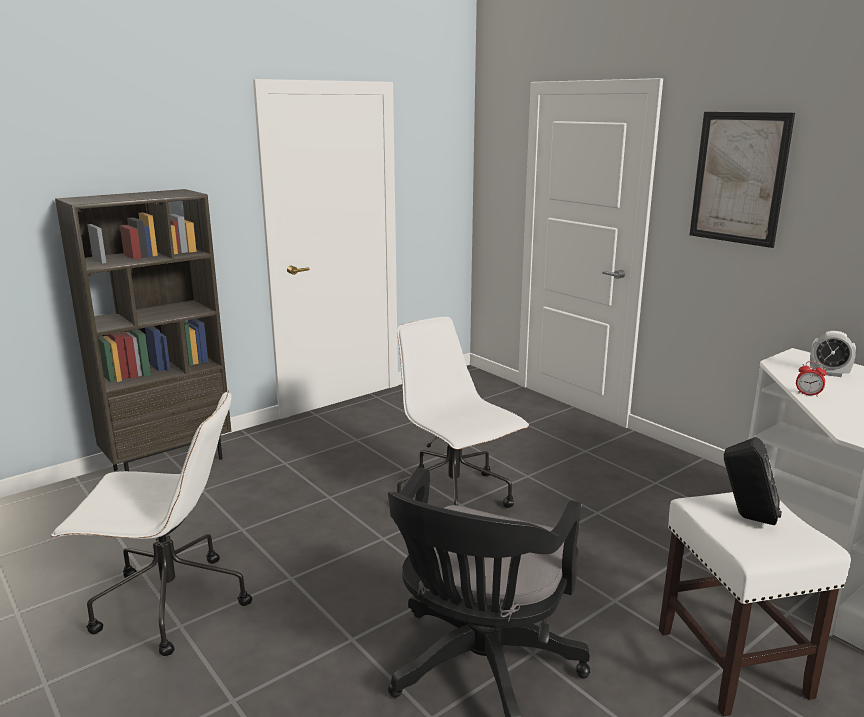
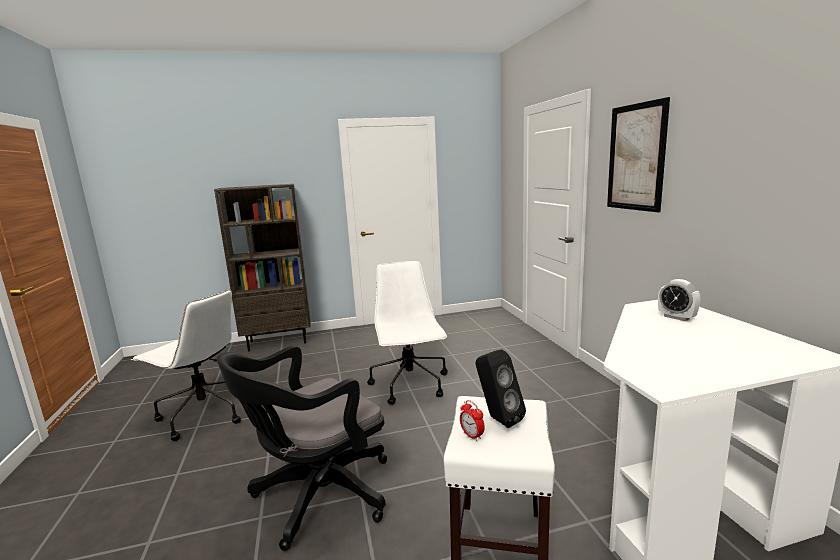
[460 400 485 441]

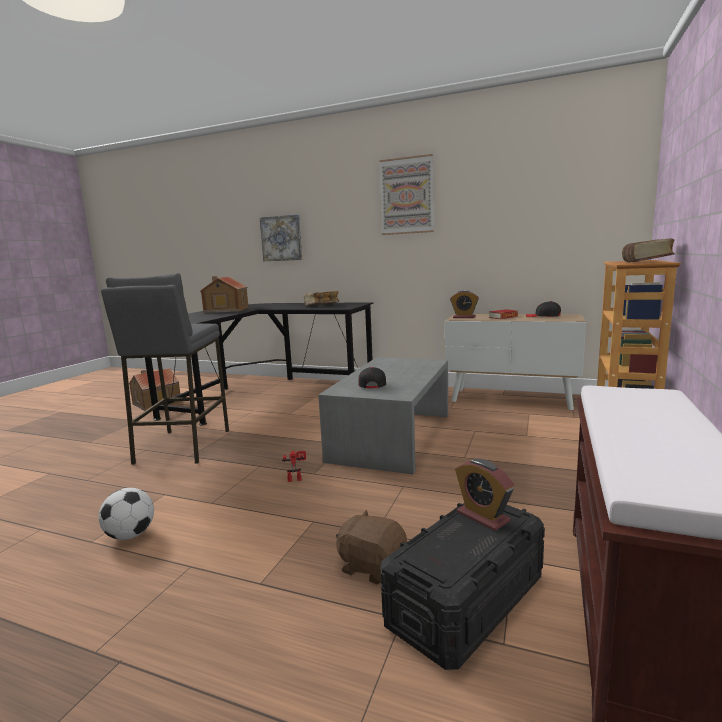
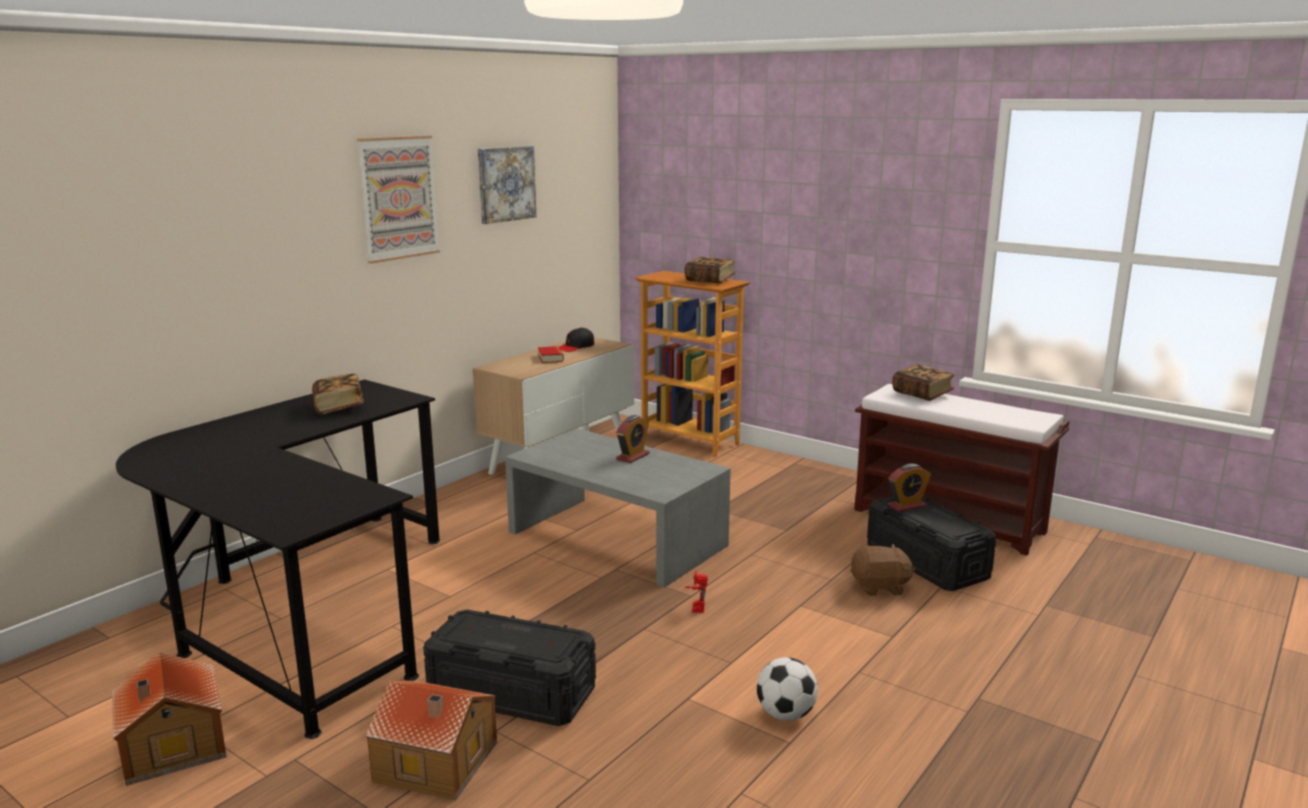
[359 367 386 388] (first image)
[892 364 954 401]
[365 681 497 801]
[478 146 536 224]
[616 415 650 463]
[423 609 596 726]
[850 544 916 596]

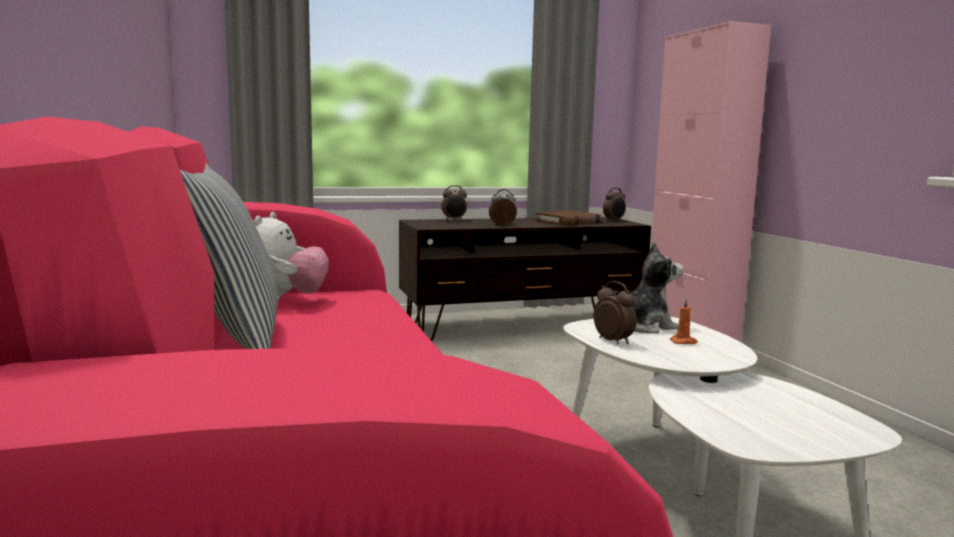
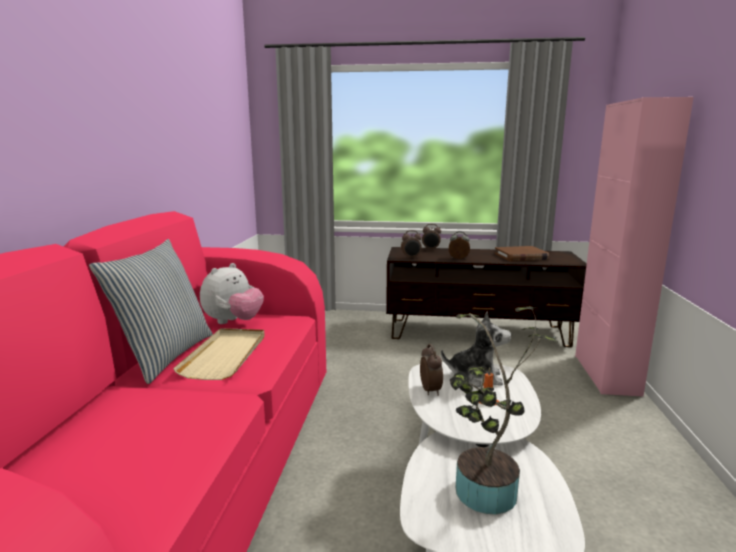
[173 328 264 380]
[450 306 558 514]
[401 230 422 258]

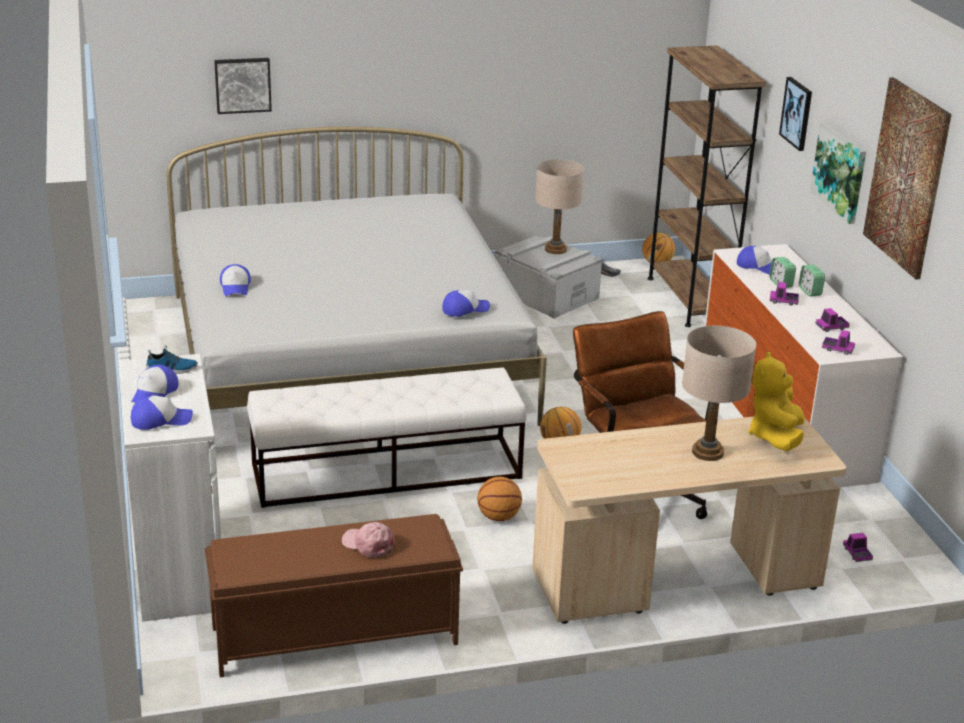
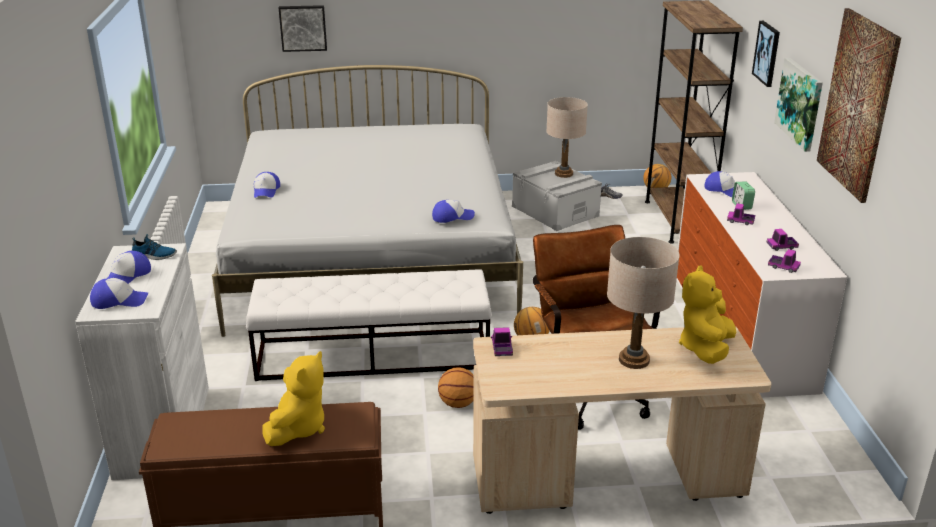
[799 265 825 296] (first image)
[491 327 513 356]
[262 351 325 446]

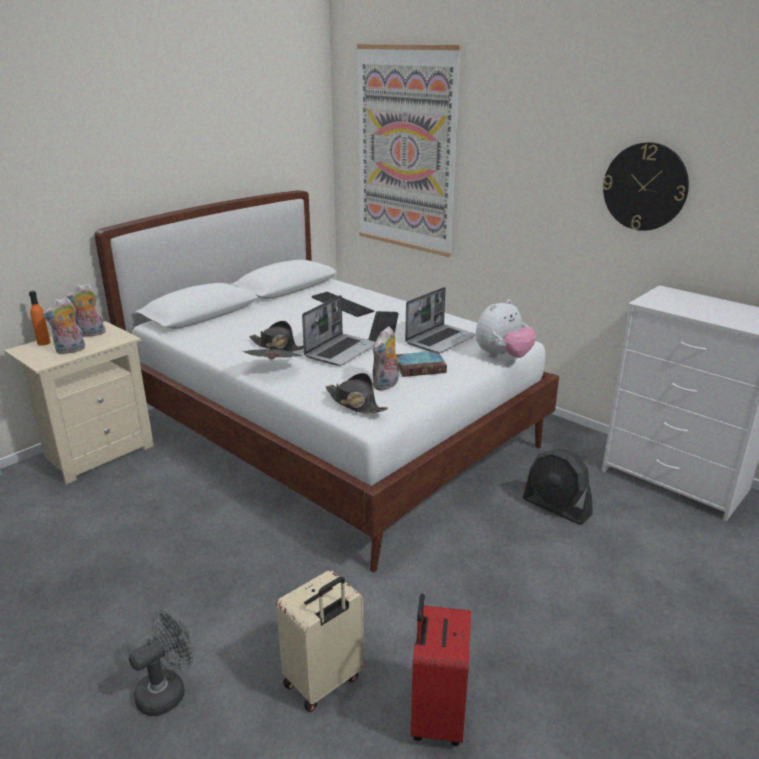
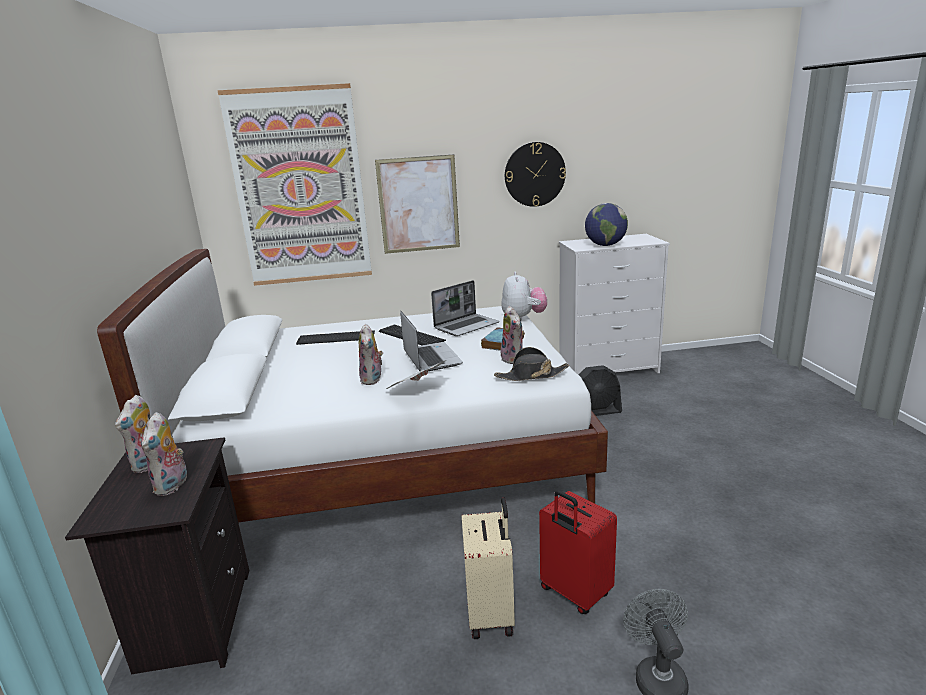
[29 291 51 346] (first image)
[375 154 460 254]
[585 203 628 246]
[462 497 515 639]
[539 490 617 614]
[359 324 383 385]
[65 437 249 675]
[431 280 499 336]

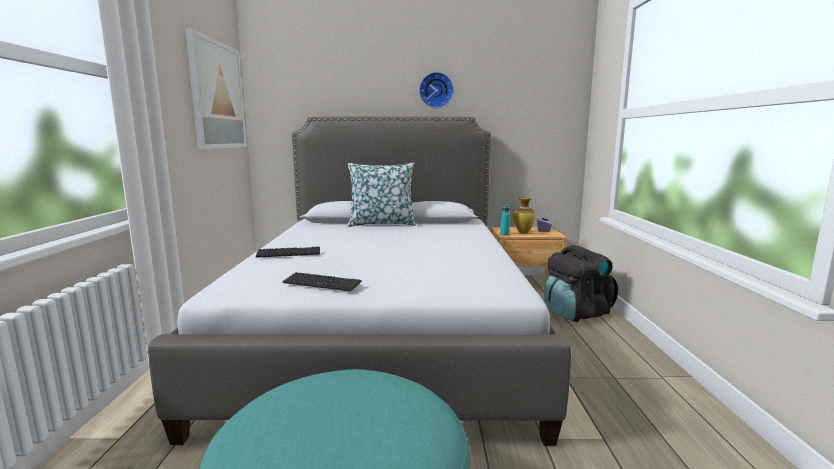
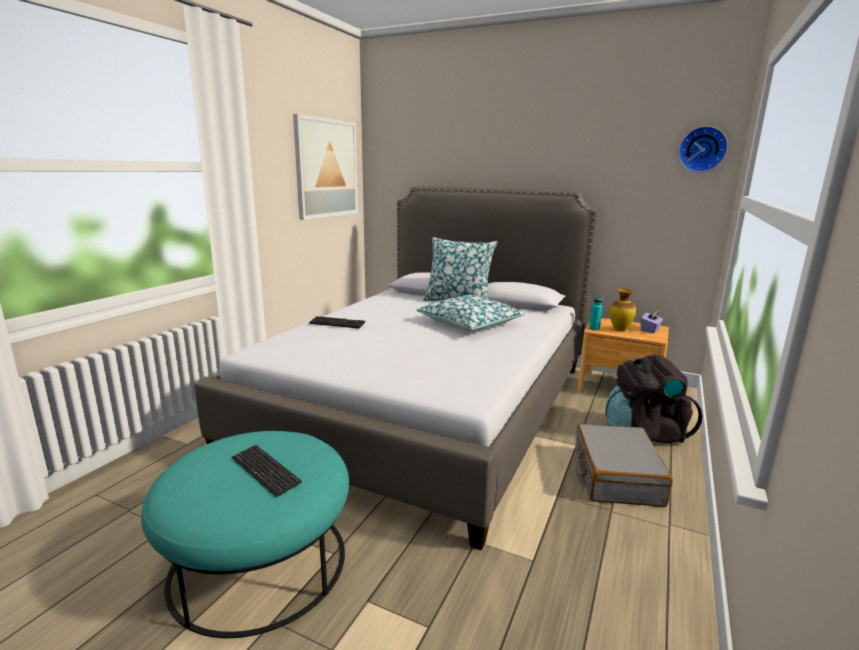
[416 295 525 331]
[575 424 673 507]
[232 445 302 497]
[678 126 728 173]

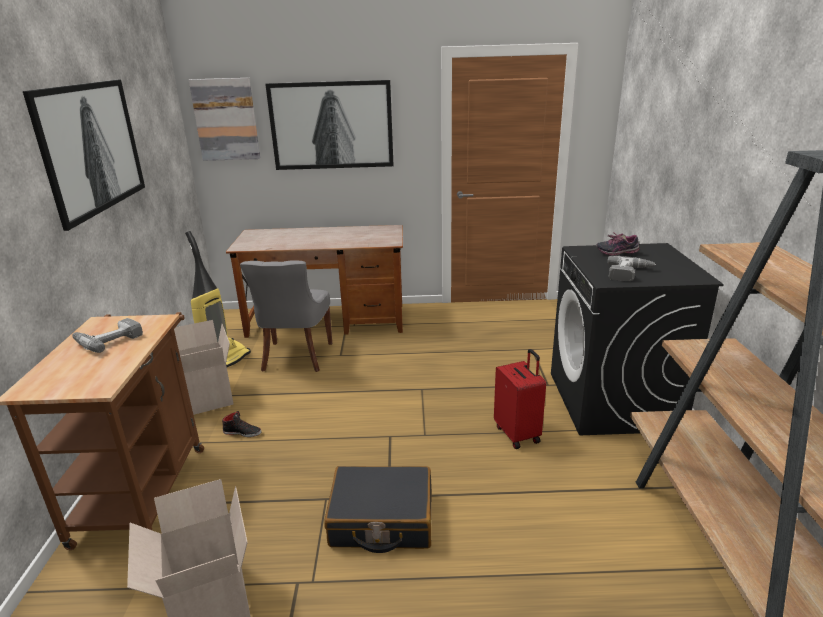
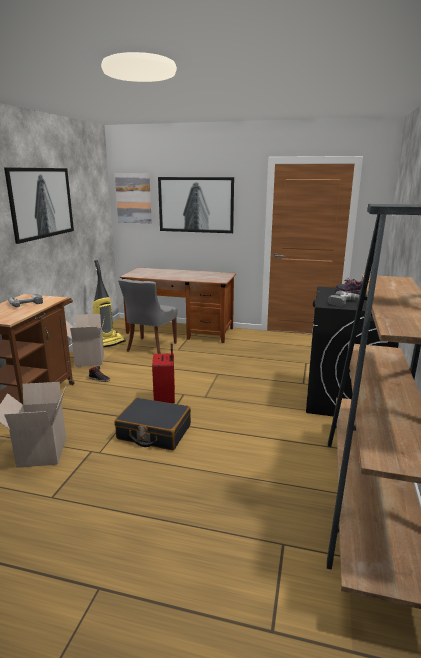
[152 344 175 404]

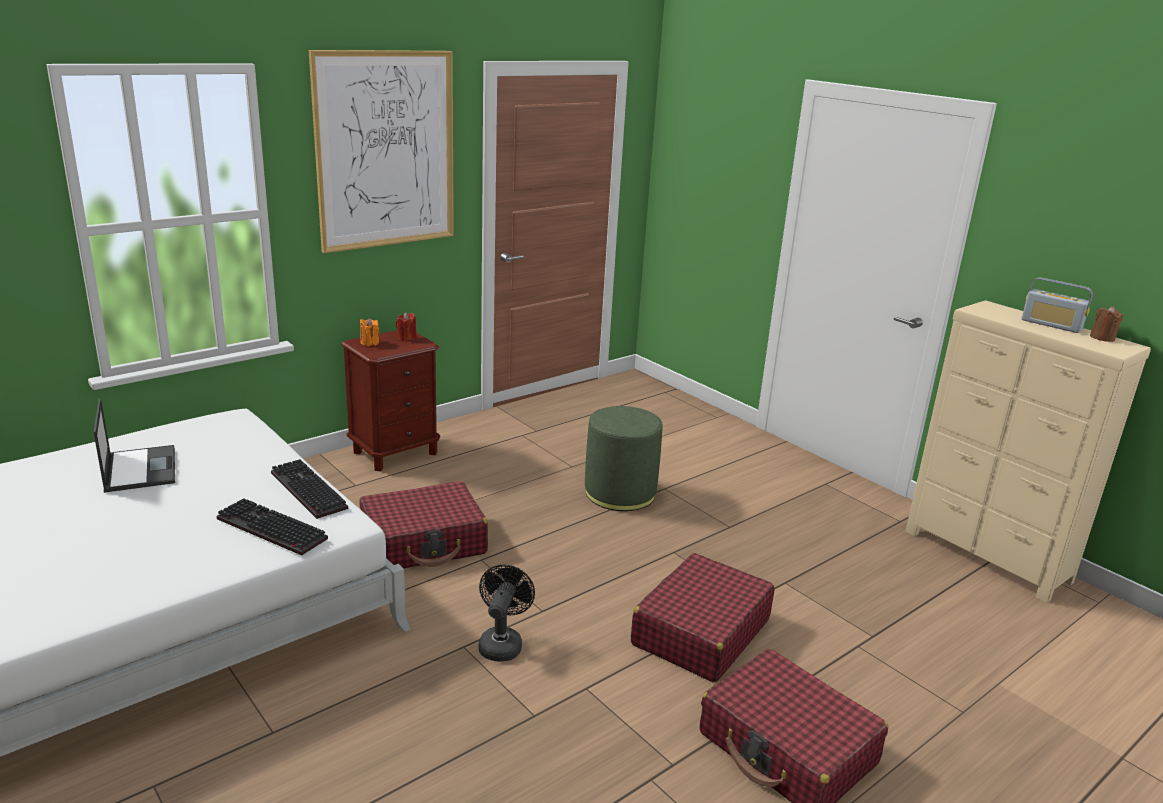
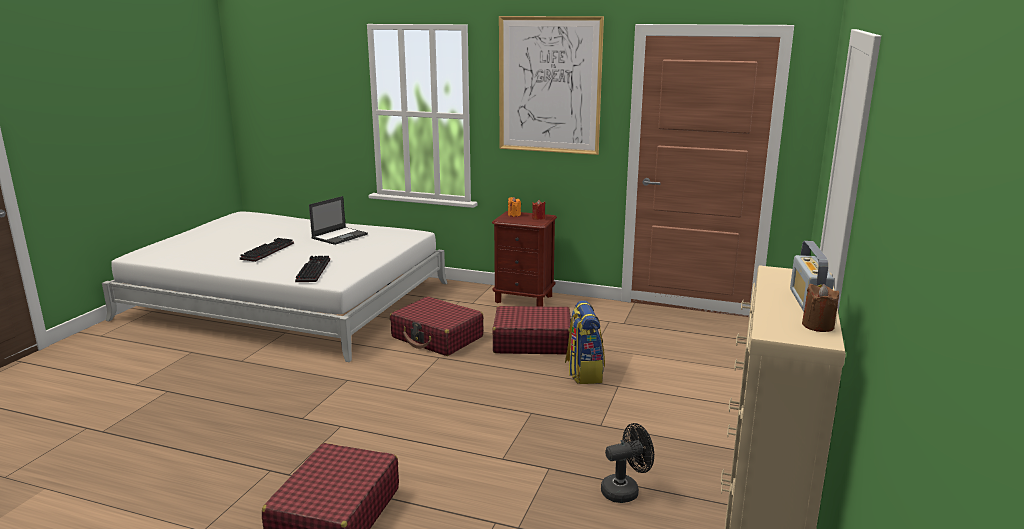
[240 238 294 262]
[601 423 654 503]
[492 306 571 354]
[565 301 605 384]

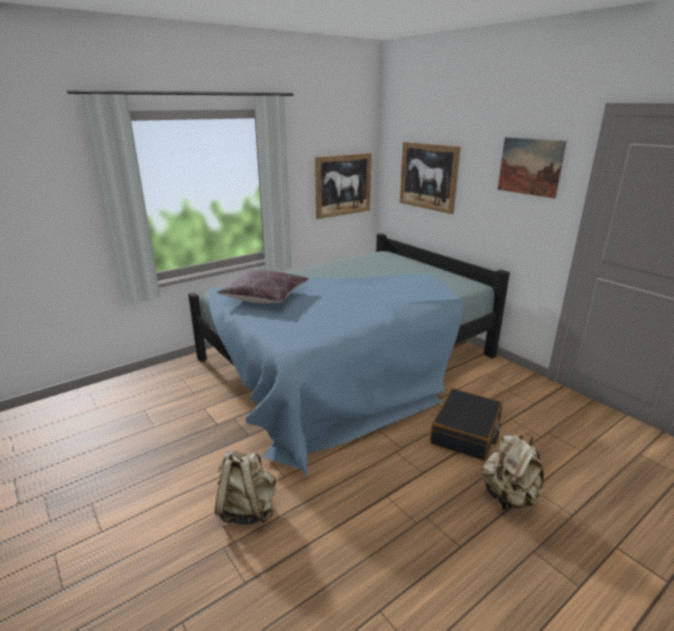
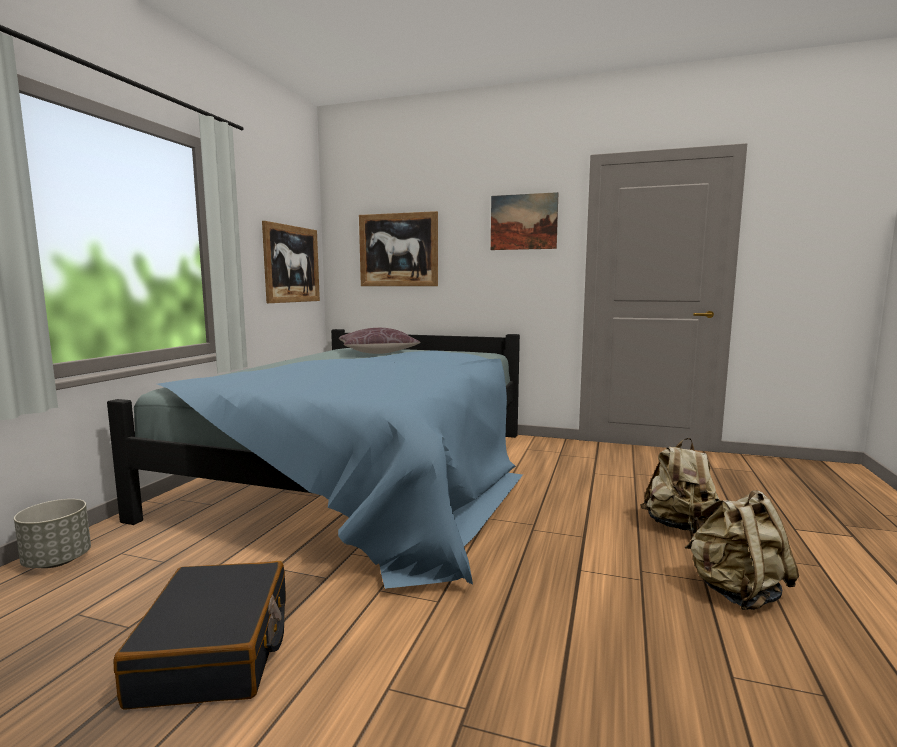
[14 499 91 568]
[685 490 799 610]
[339 328 421 354]
[114 561 286 710]

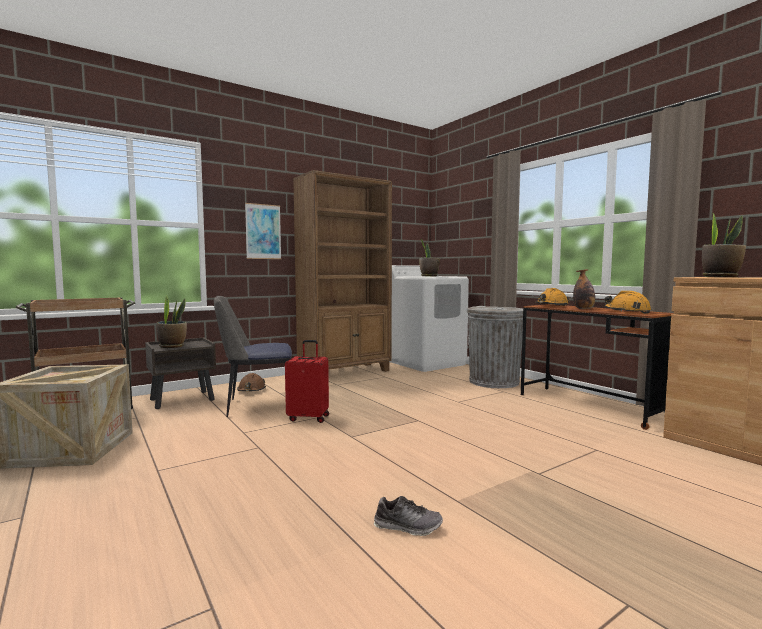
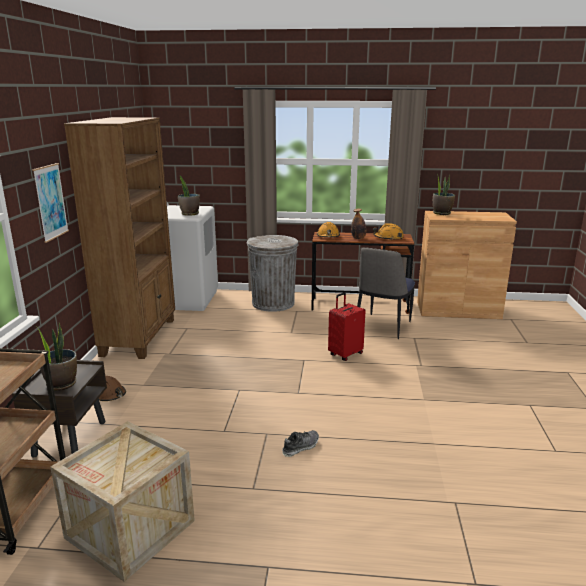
[357 247 415 339]
[328 292 365 361]
[282 430 319 457]

